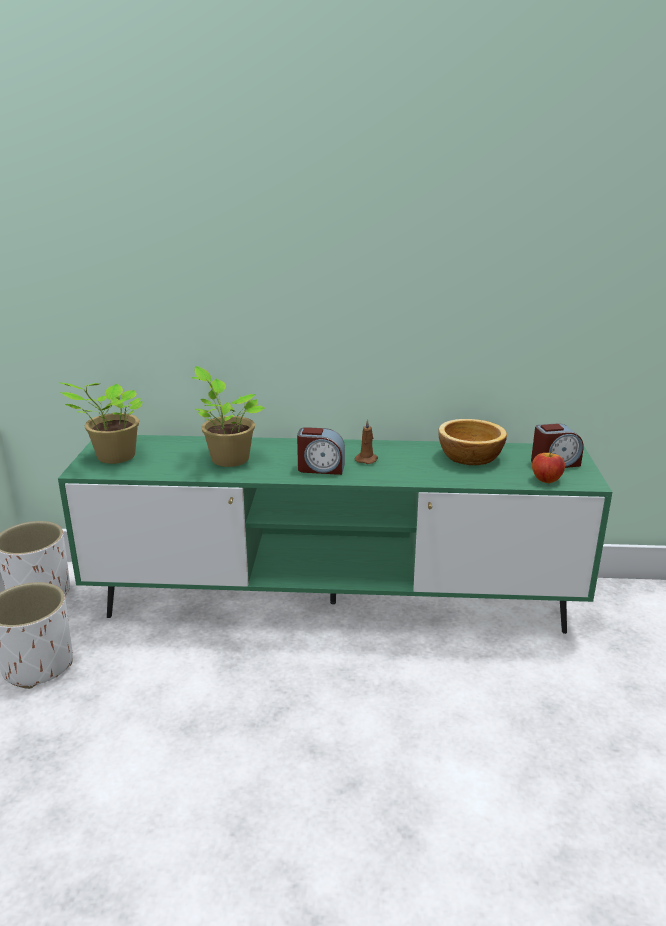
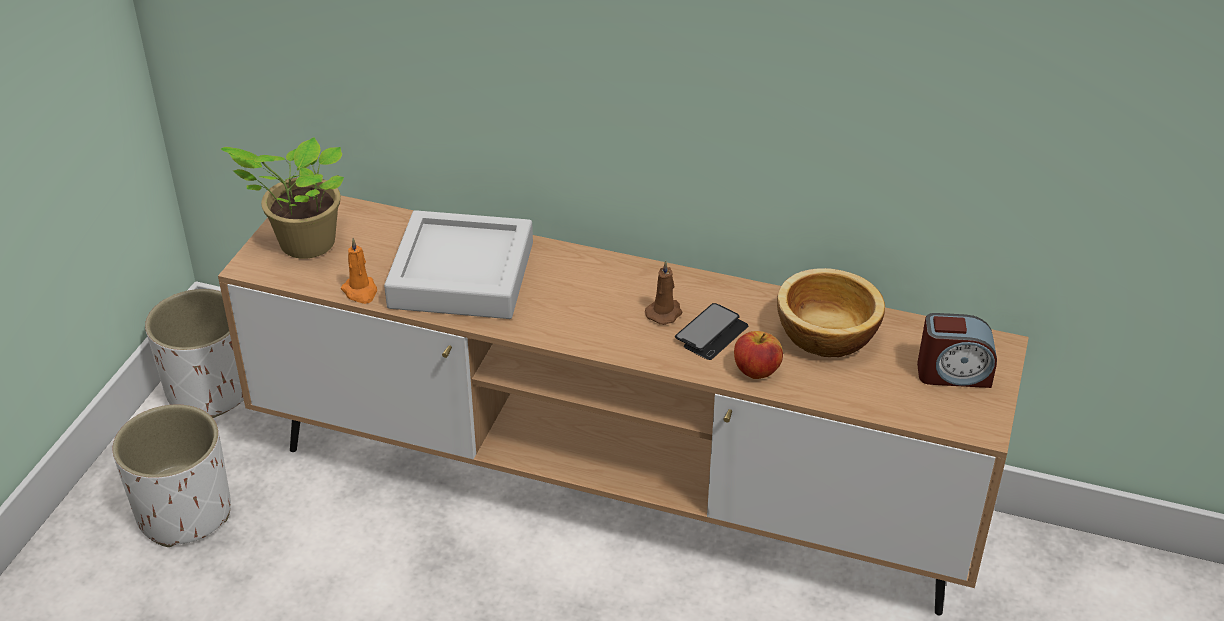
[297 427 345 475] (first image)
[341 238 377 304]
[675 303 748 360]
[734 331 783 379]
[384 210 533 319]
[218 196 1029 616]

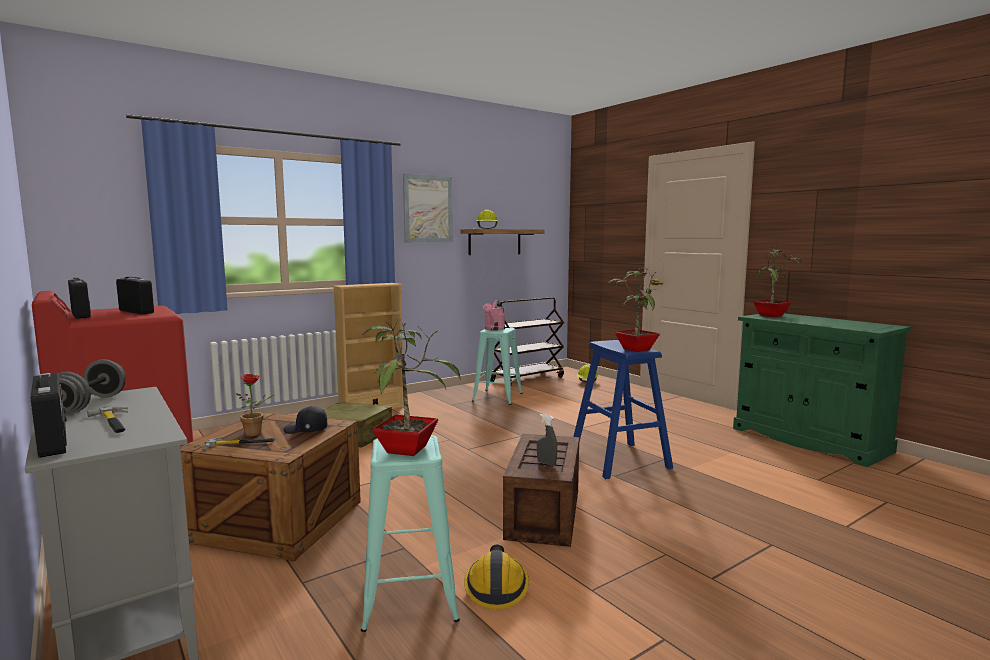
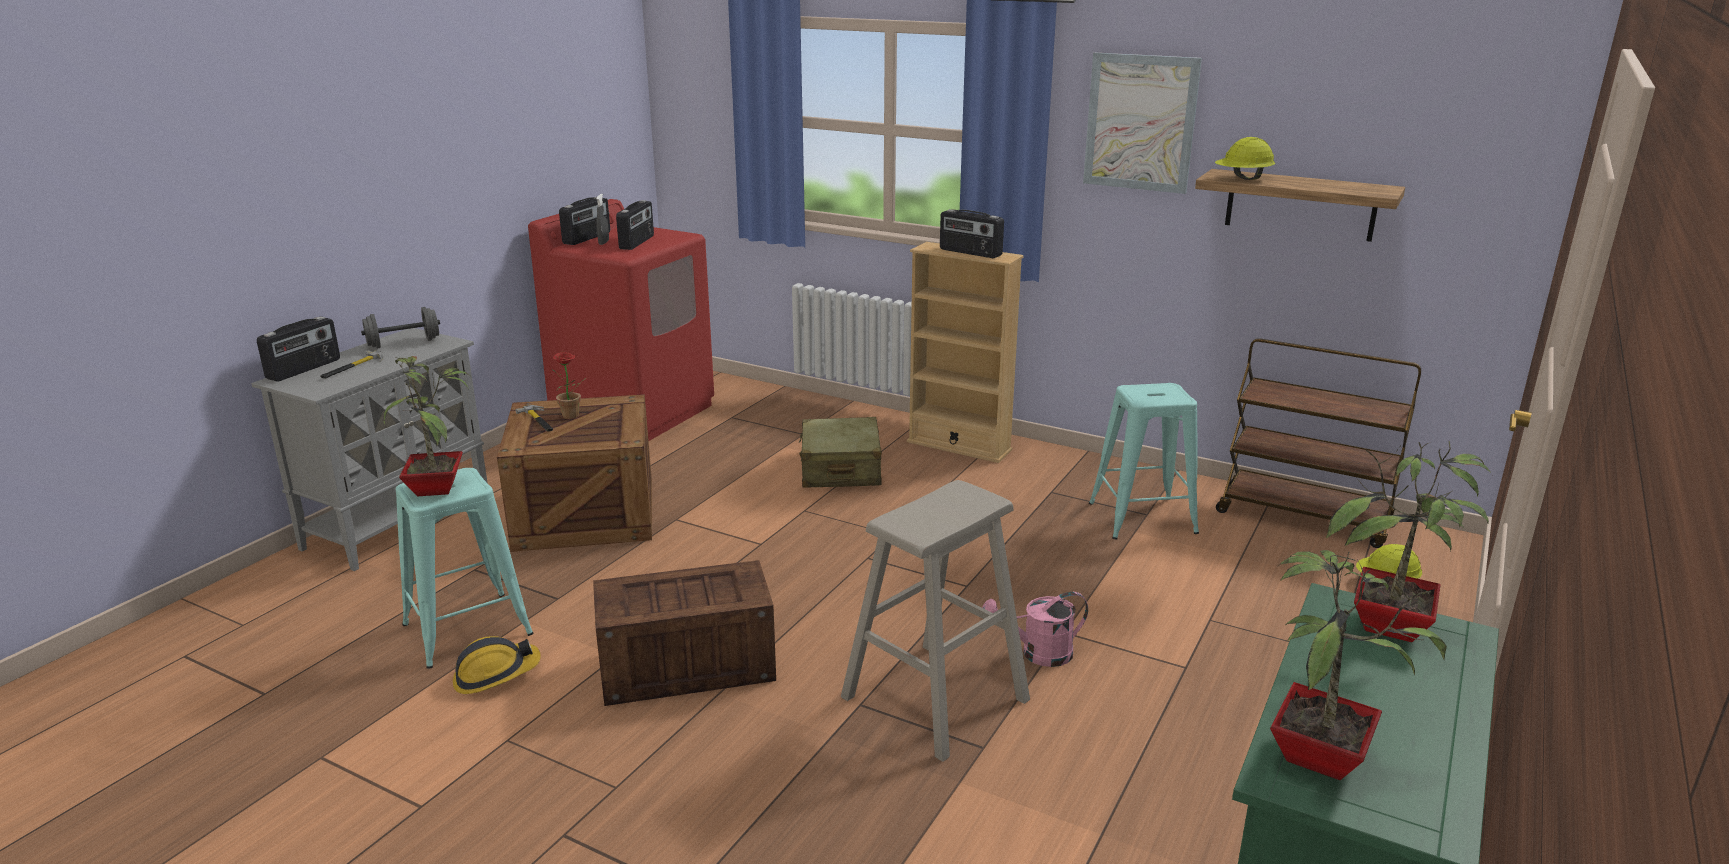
[283 406 327 434] (first image)
[940 209 1004 258]
[982 592 1088 667]
[596 194 609 245]
[1270 550 1447 780]
[841 480 1030 762]

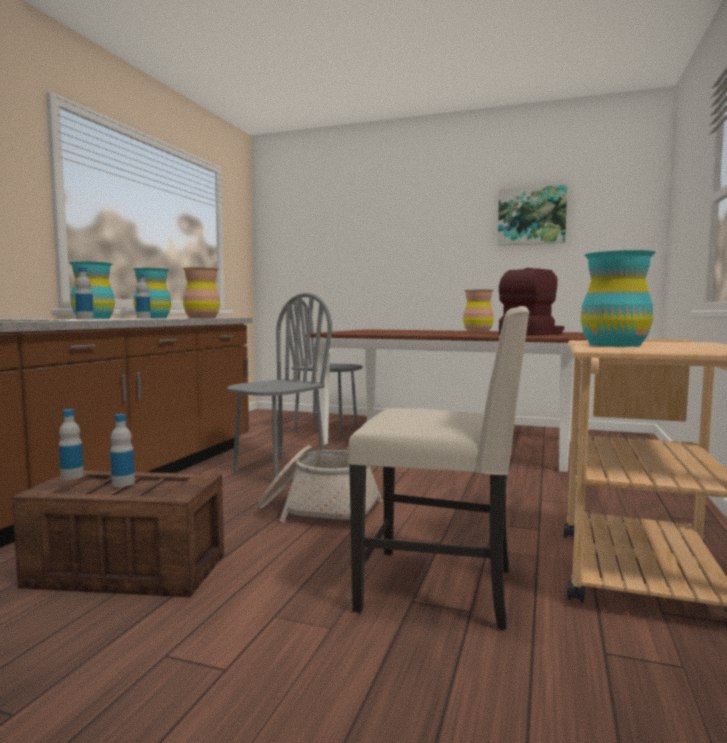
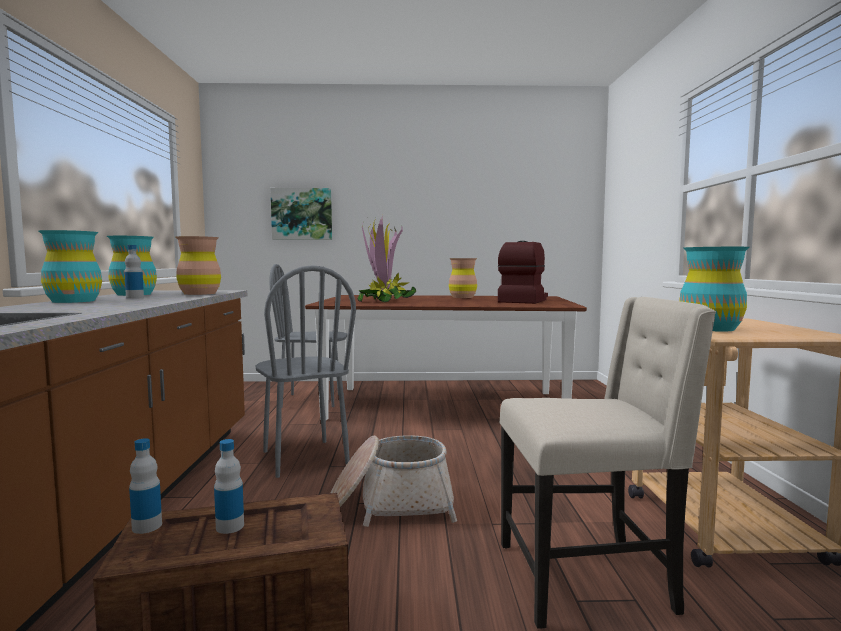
[75 267 94 320] (first image)
[357 215 416 302]
[270 188 332 240]
[255 265 356 478]

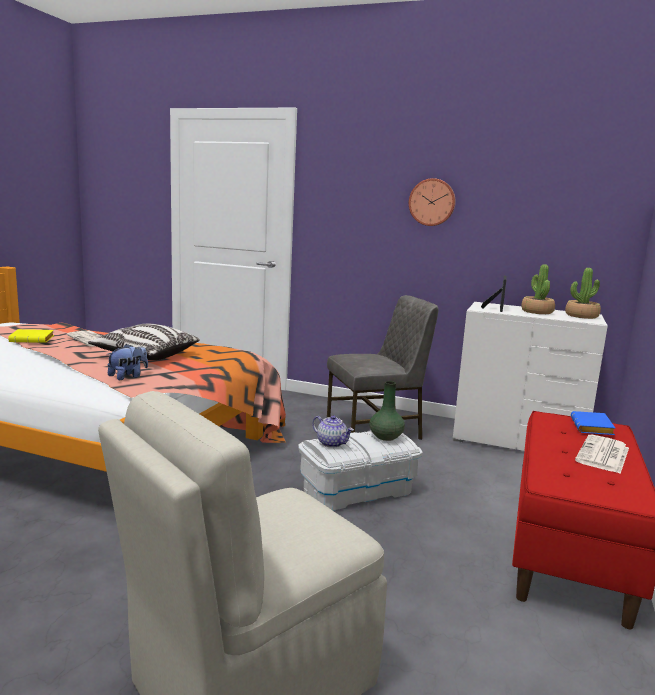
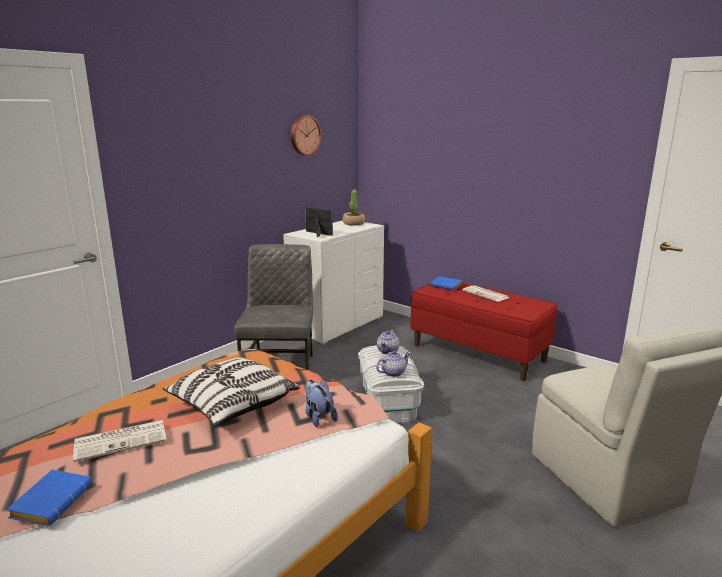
[521 264 555 314] (first image)
[291 115 322 156]
[377 329 399 354]
[6 470 92 527]

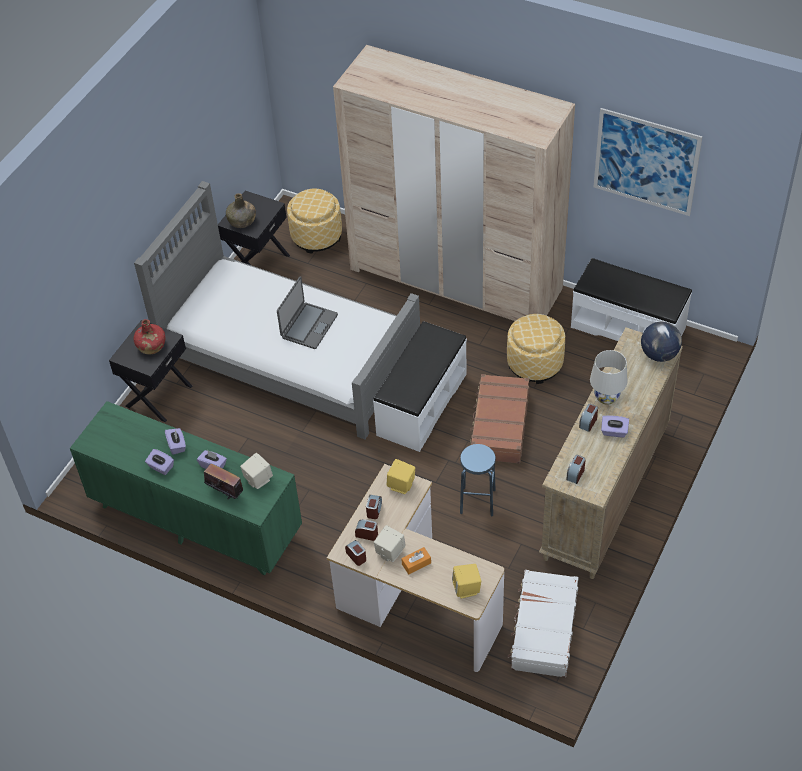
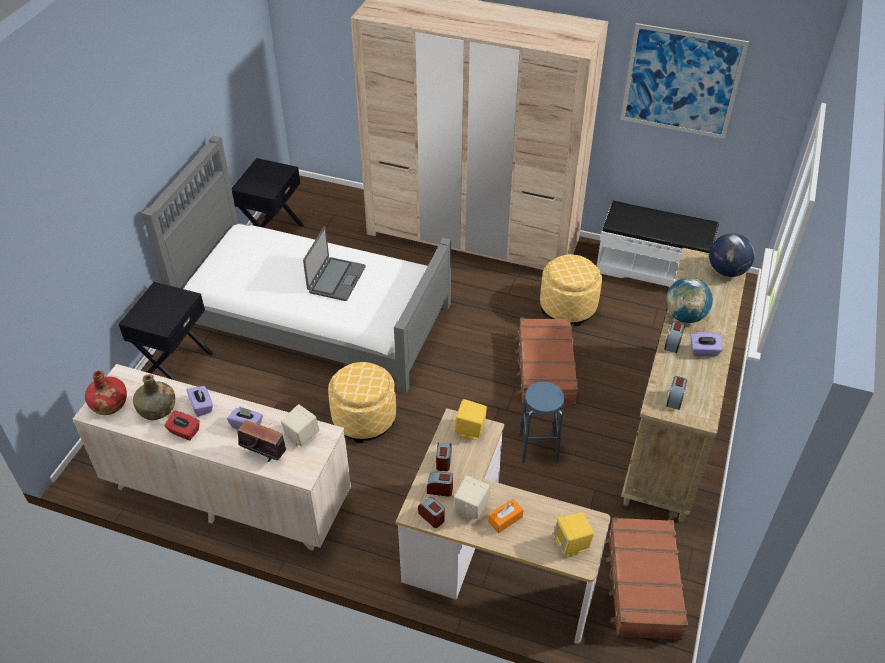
[373 321 467 452] (first image)
[85 371 127 415]
[133 374 175 420]
[328 362 396 443]
[666 277 713 323]
[73 364 351 551]
[164 411 200 440]
[605 517 688 640]

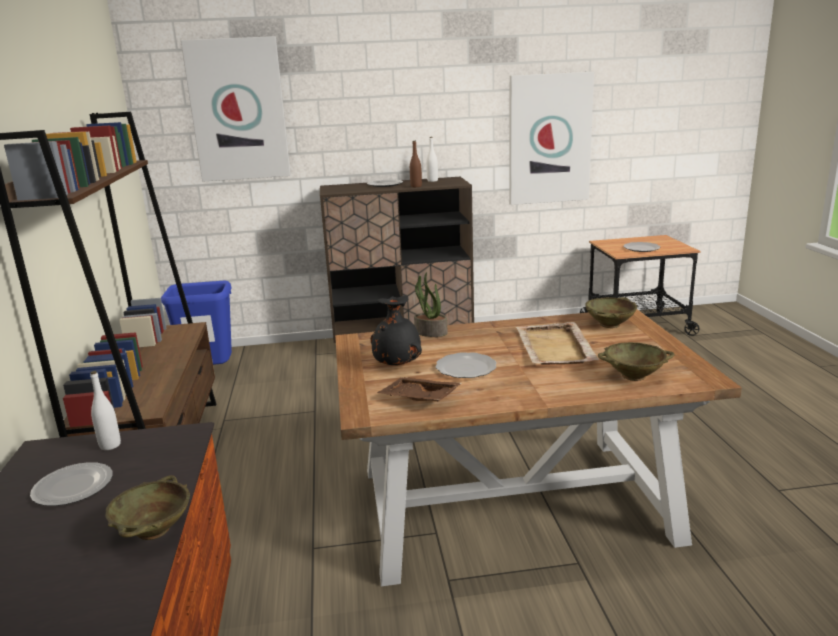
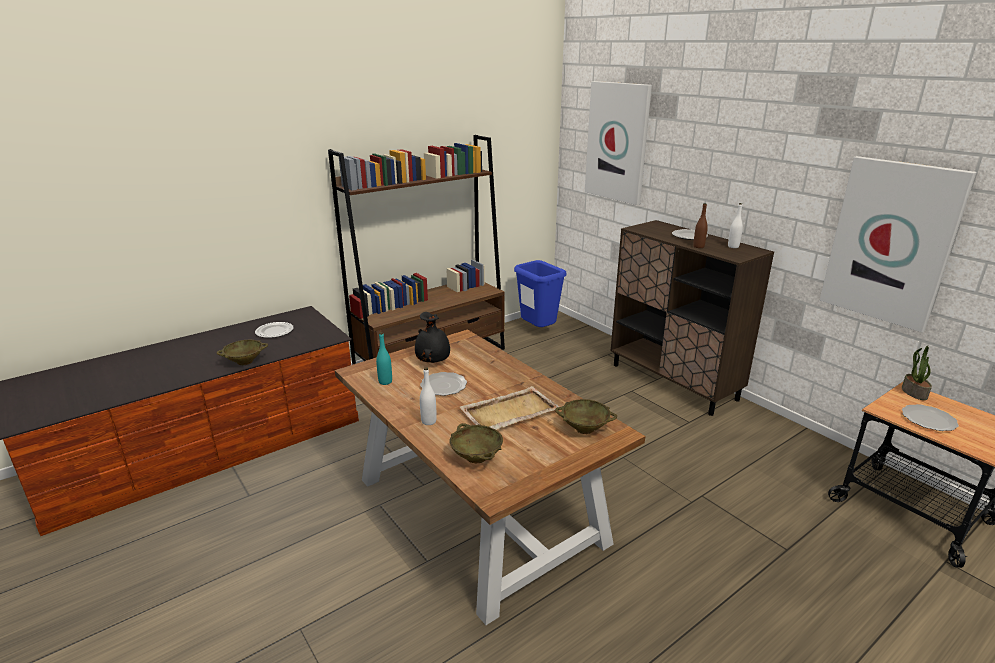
[420 367 437 425]
[902 346 932 400]
[376 332 392 385]

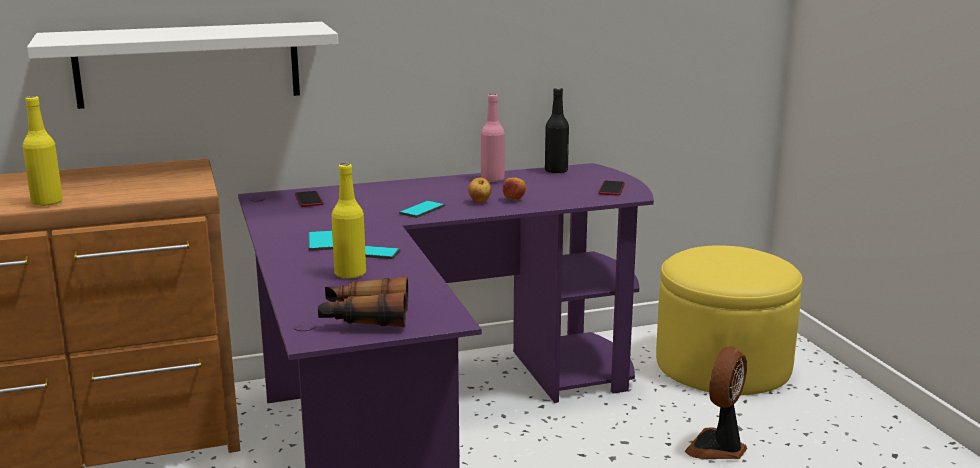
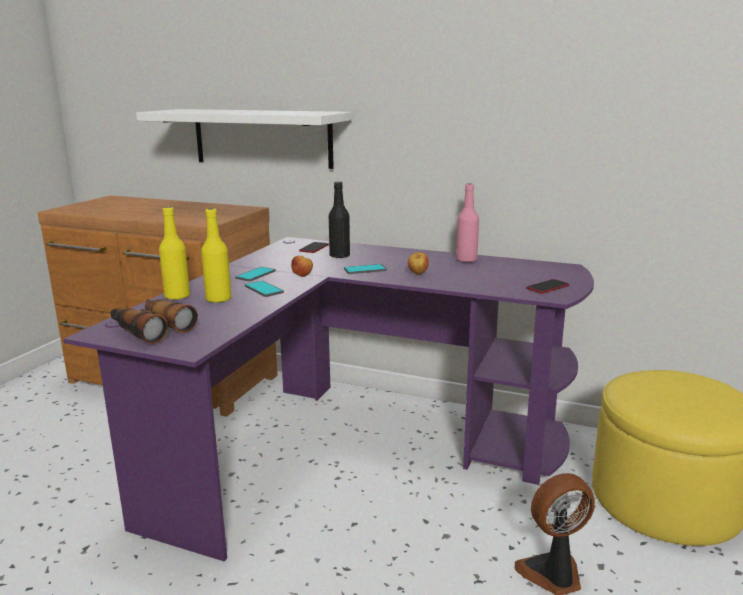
[159 207 190 300]
[291 256 313 277]
[329 181 350 259]

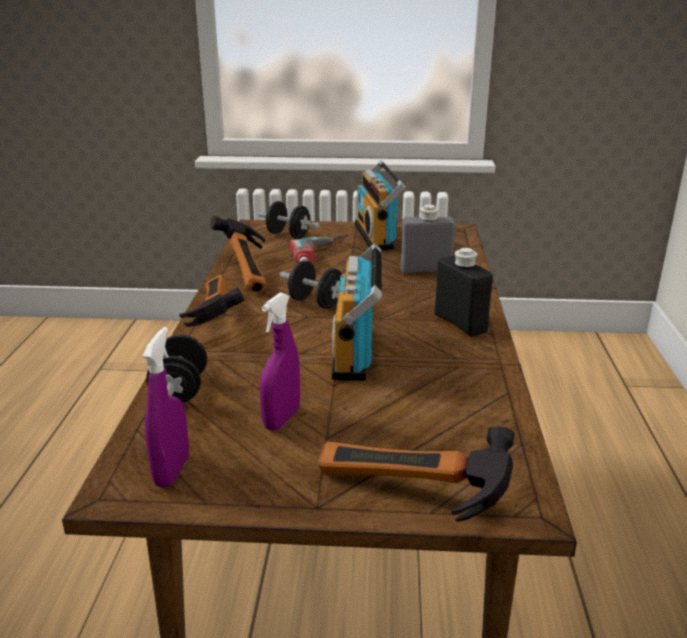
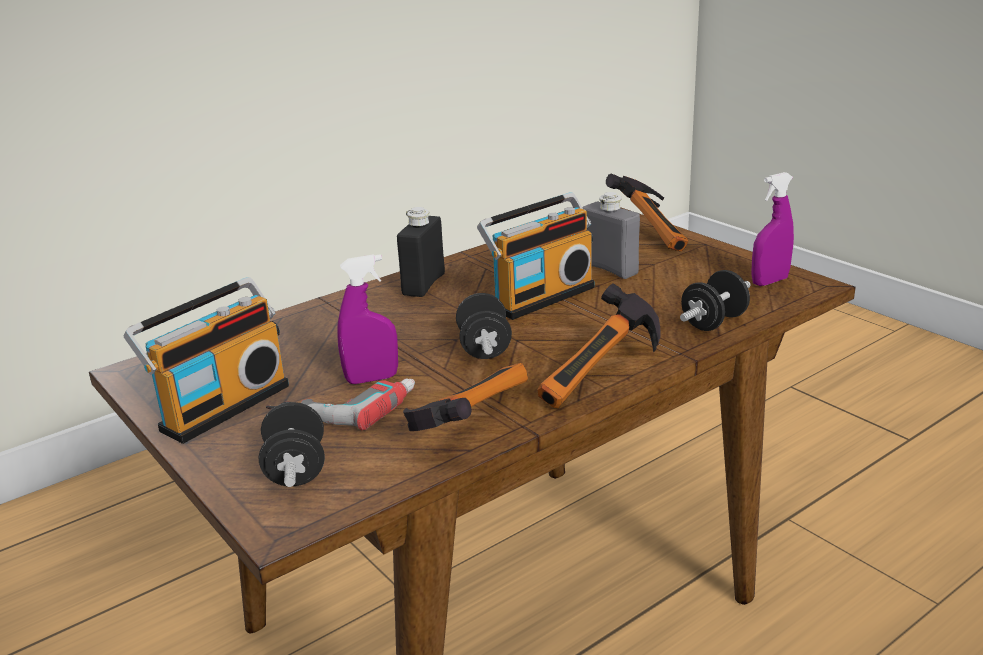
[337 254 398 384]
[582 192 640 279]

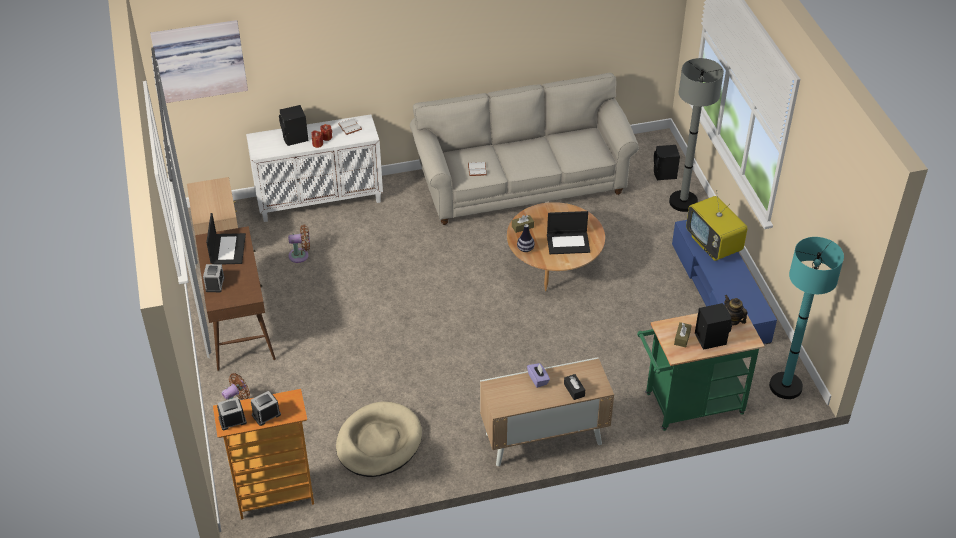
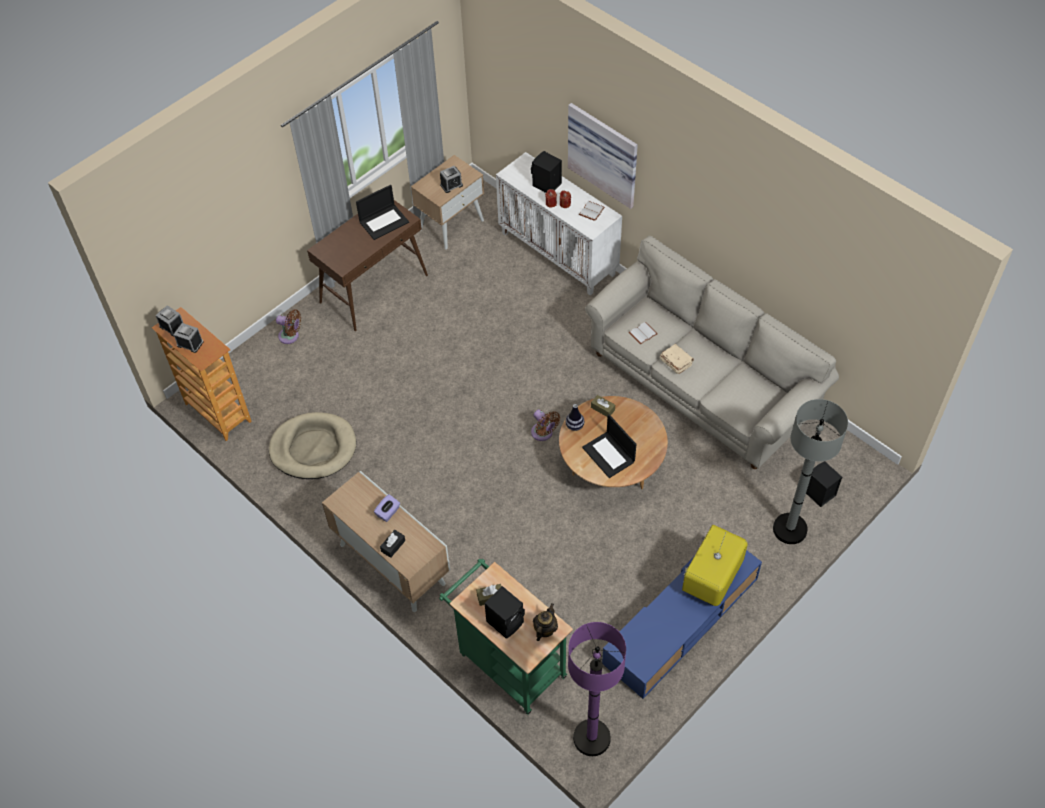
[660 344 694 374]
[568 103 638 209]
[440 166 463 193]
[531 410 560 441]
[568 622 626 756]

